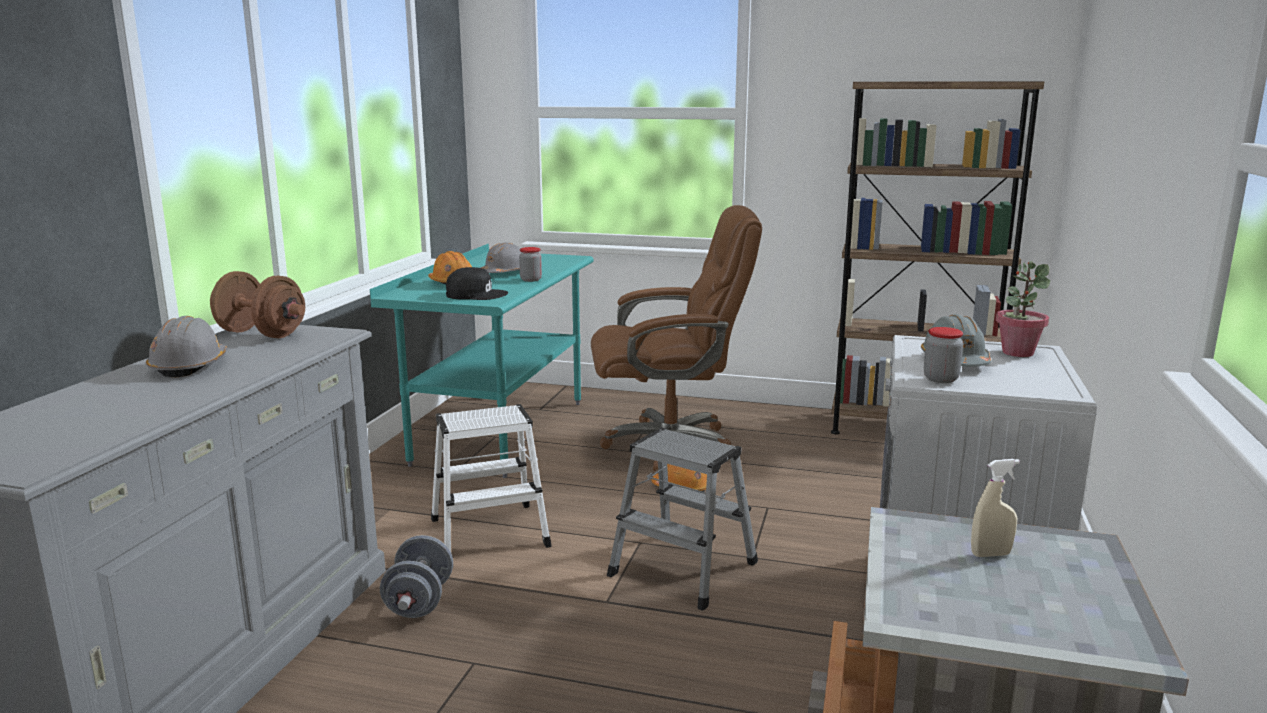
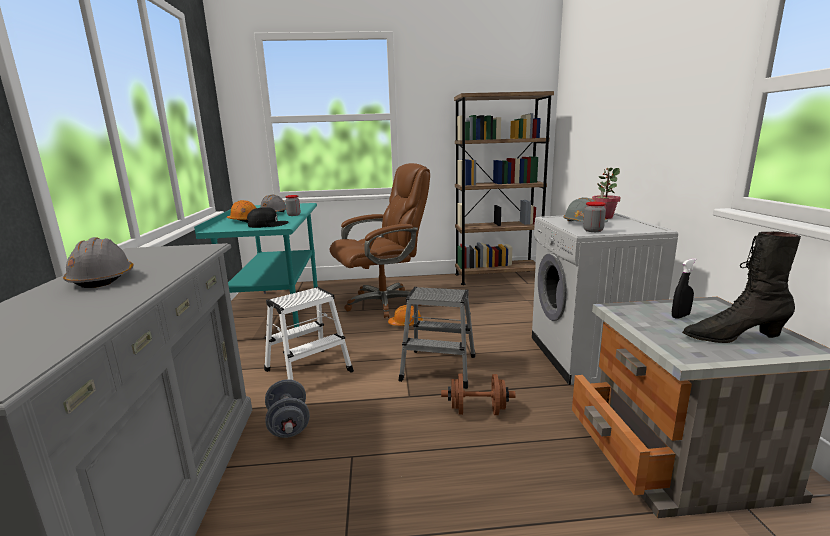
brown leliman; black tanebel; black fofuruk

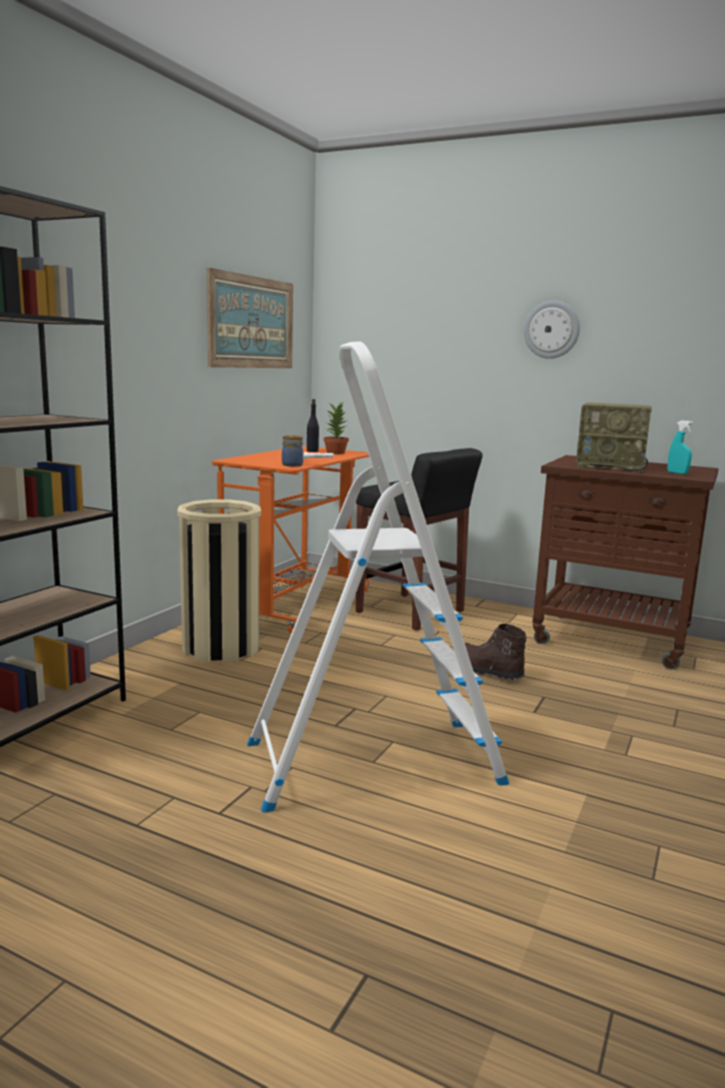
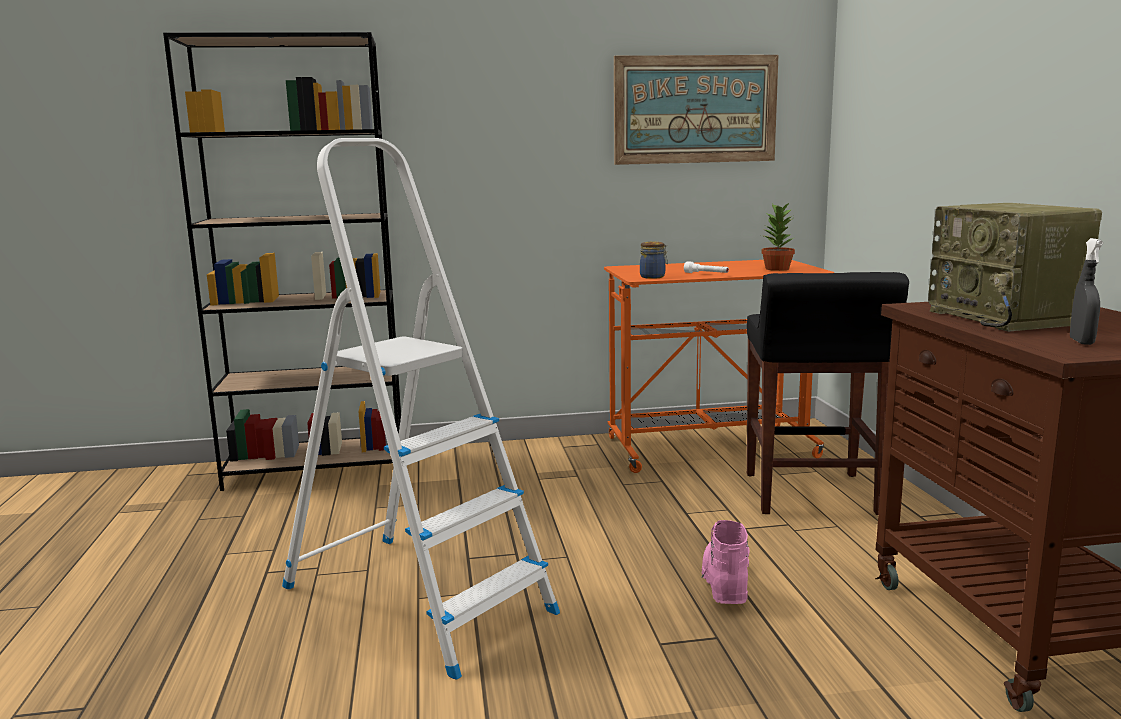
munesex; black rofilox; grey tanebel; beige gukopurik; pink fofuruk

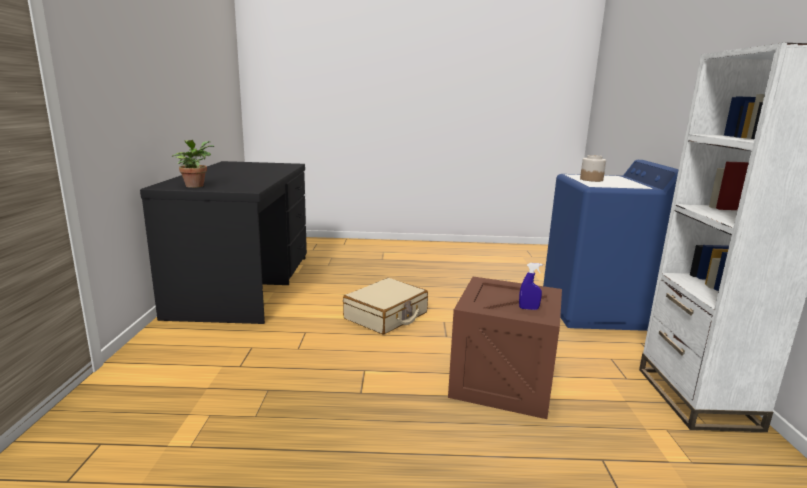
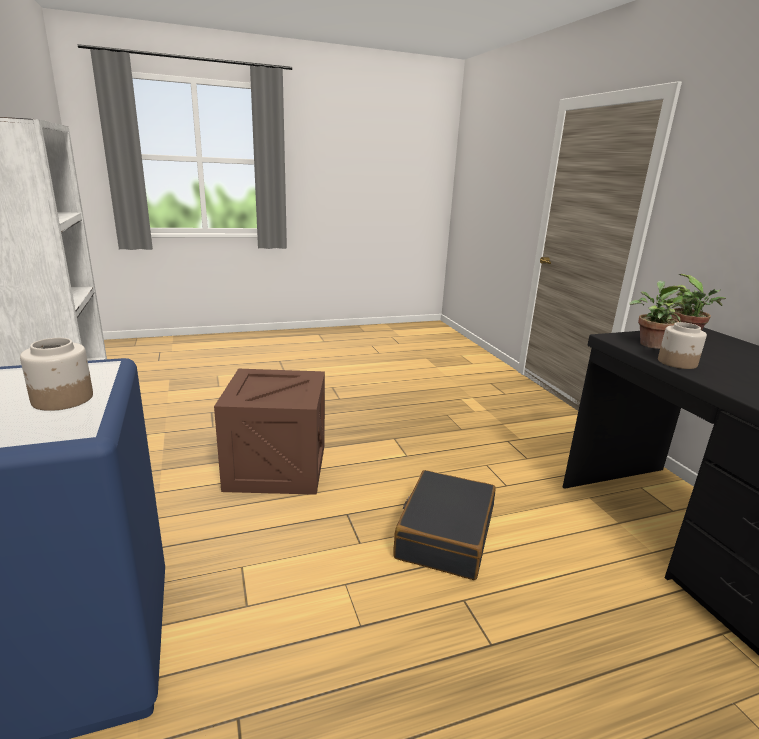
blue tanebel; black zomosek; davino (no. 1 from left); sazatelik (no. 2 from left)

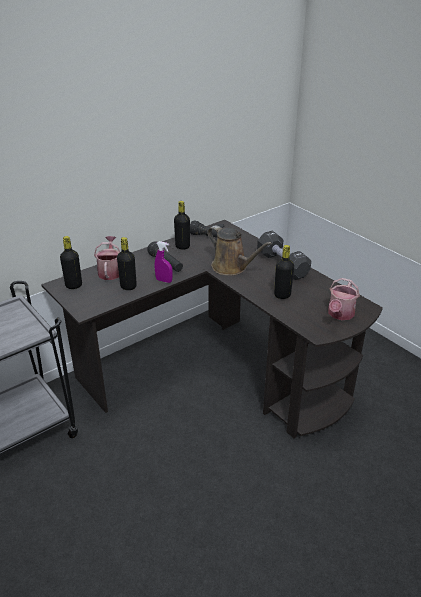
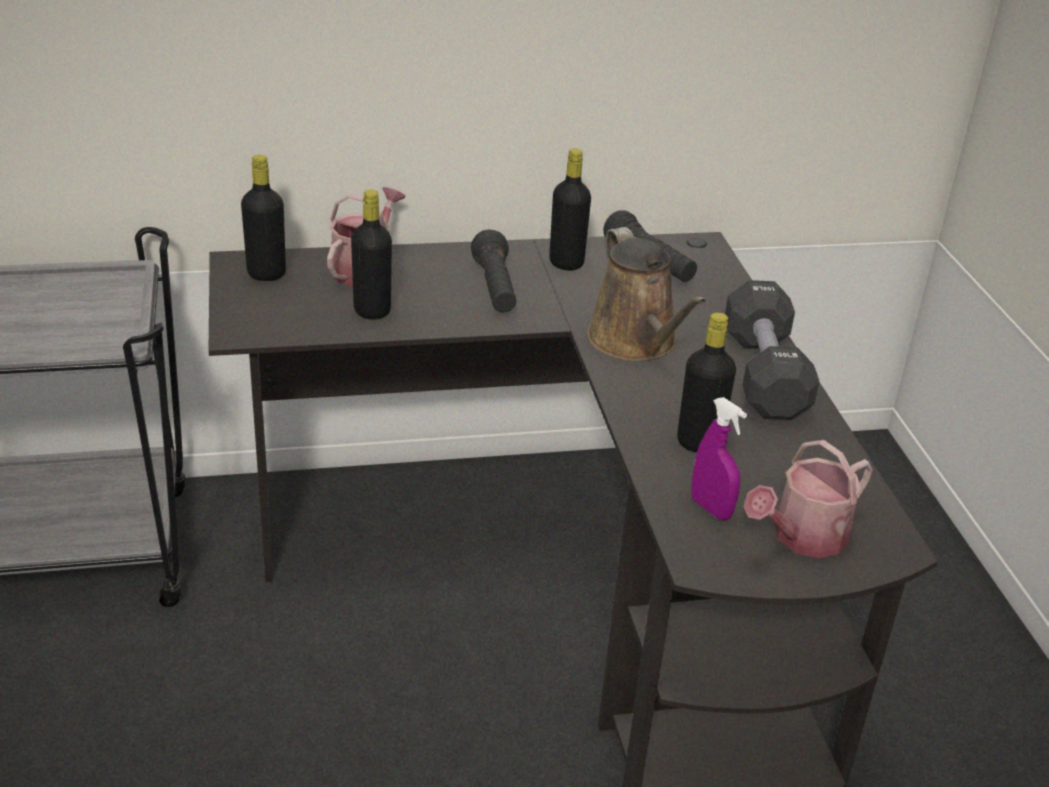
purple tanebel

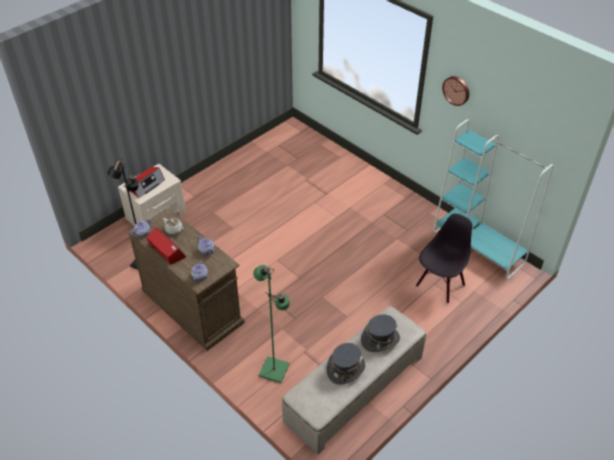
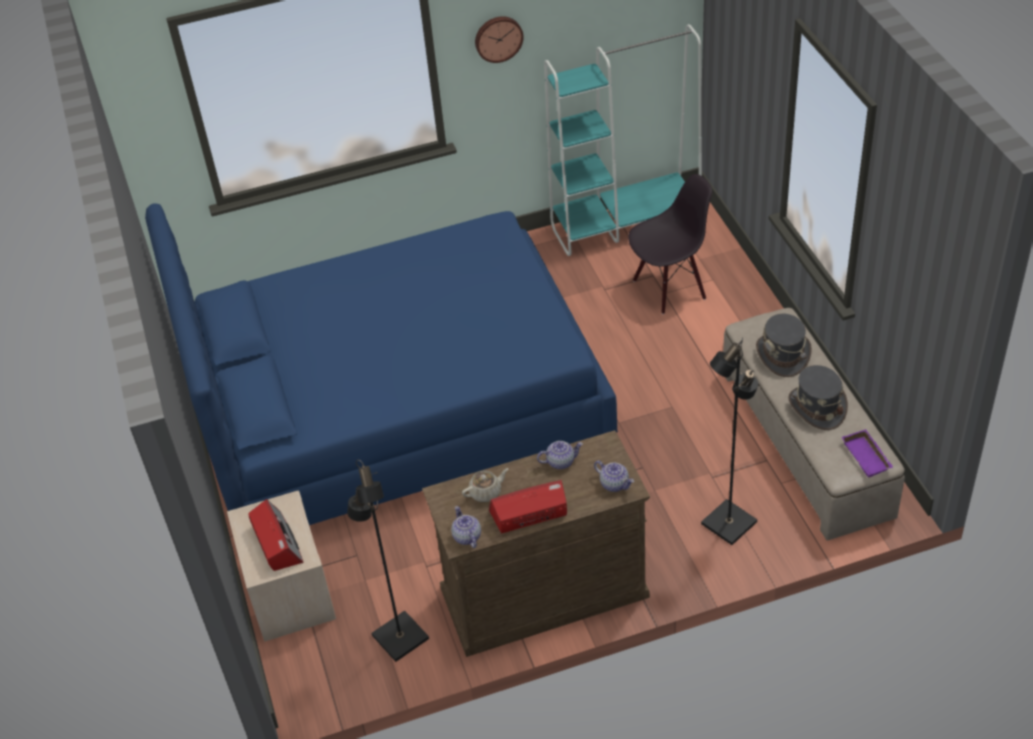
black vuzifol; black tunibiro (no. 2 from left); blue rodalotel; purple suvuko

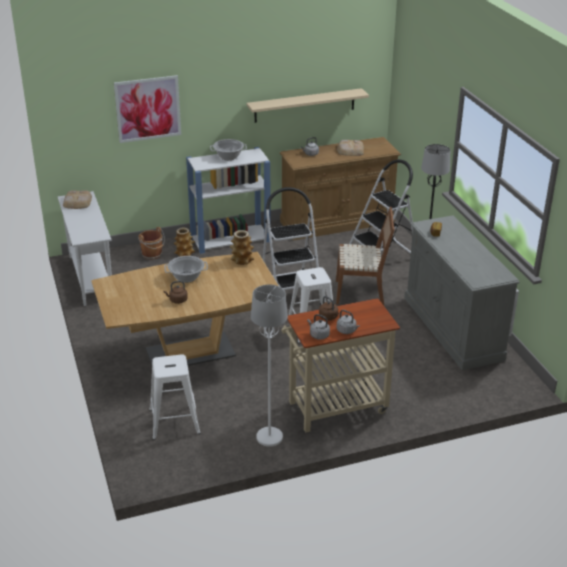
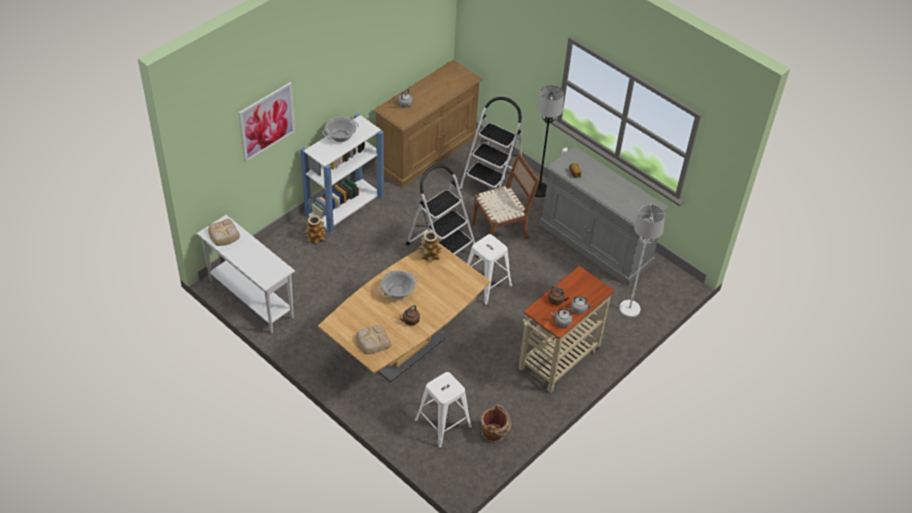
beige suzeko; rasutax (no. 2 from left); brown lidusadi; white tunibiro

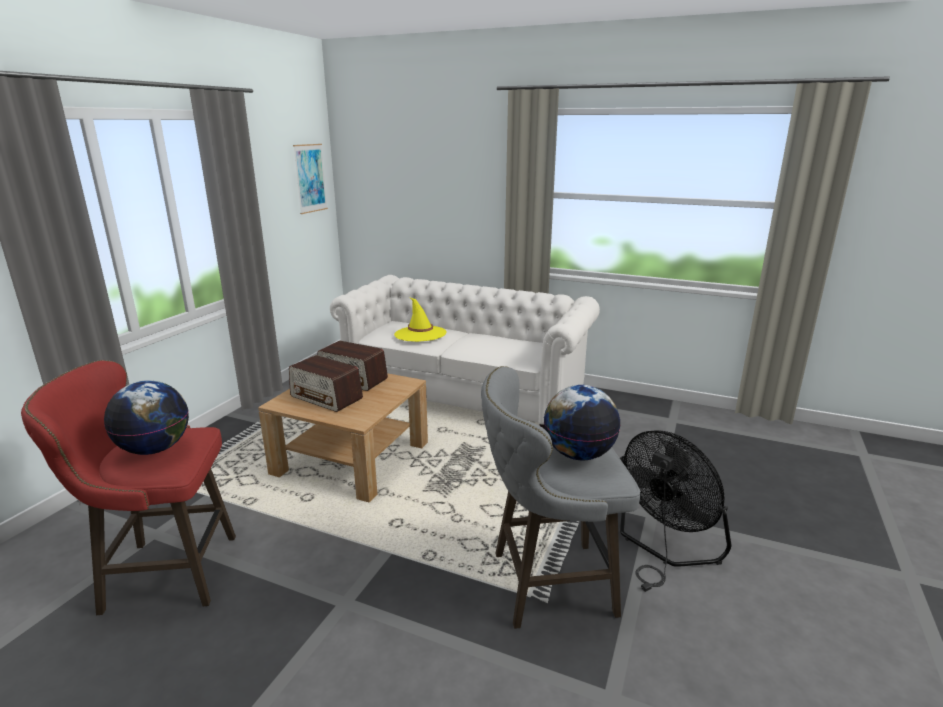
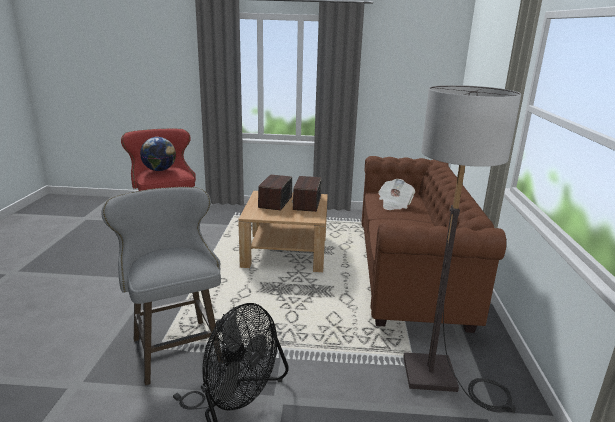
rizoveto; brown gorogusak; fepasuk; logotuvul (no. 2 from left in the first image); tunibiro

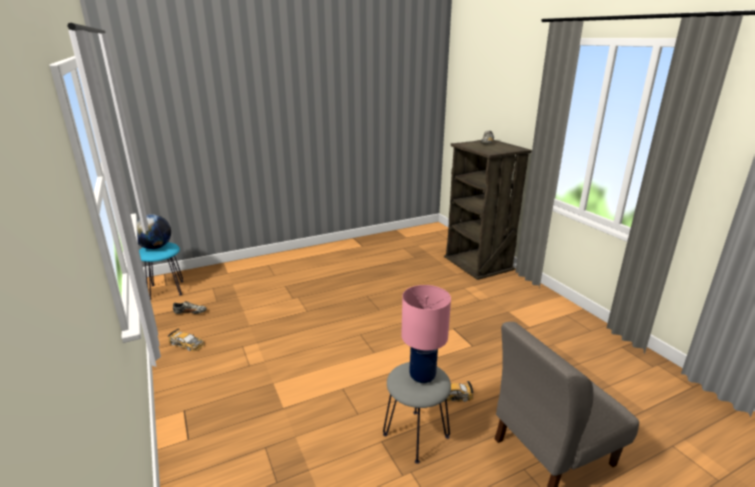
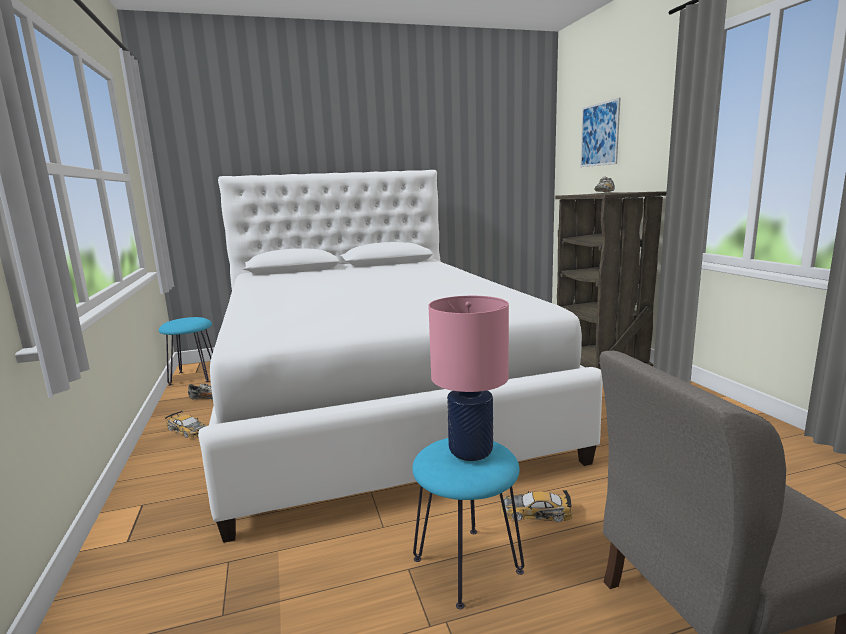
logotuvul; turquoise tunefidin (no. 2 from left); rizoveto; white rodalotel

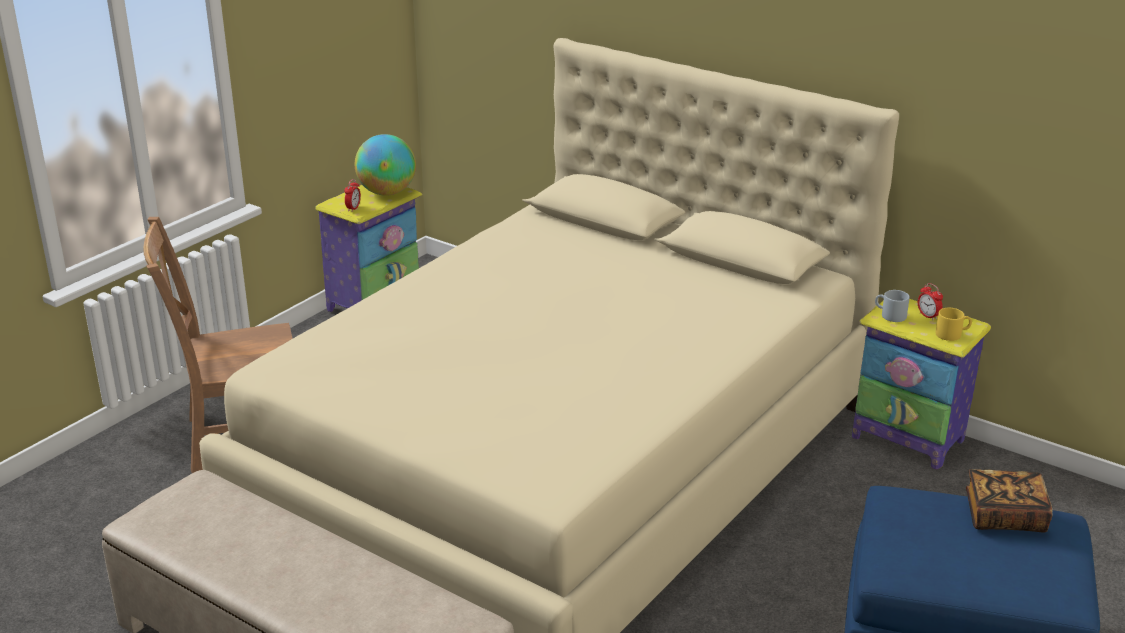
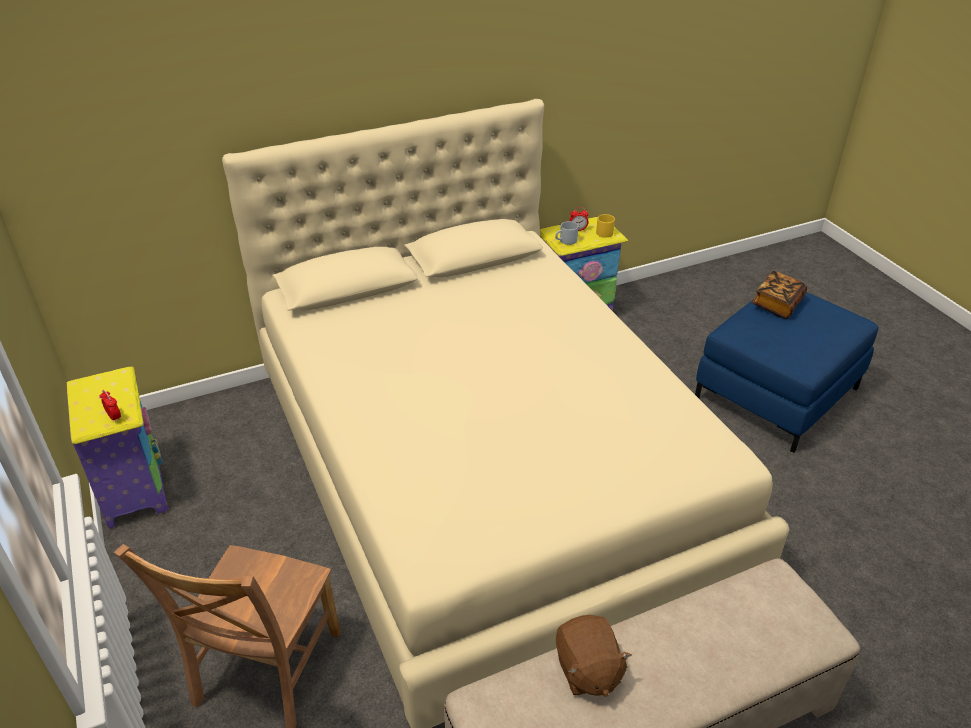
logotuvul; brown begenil

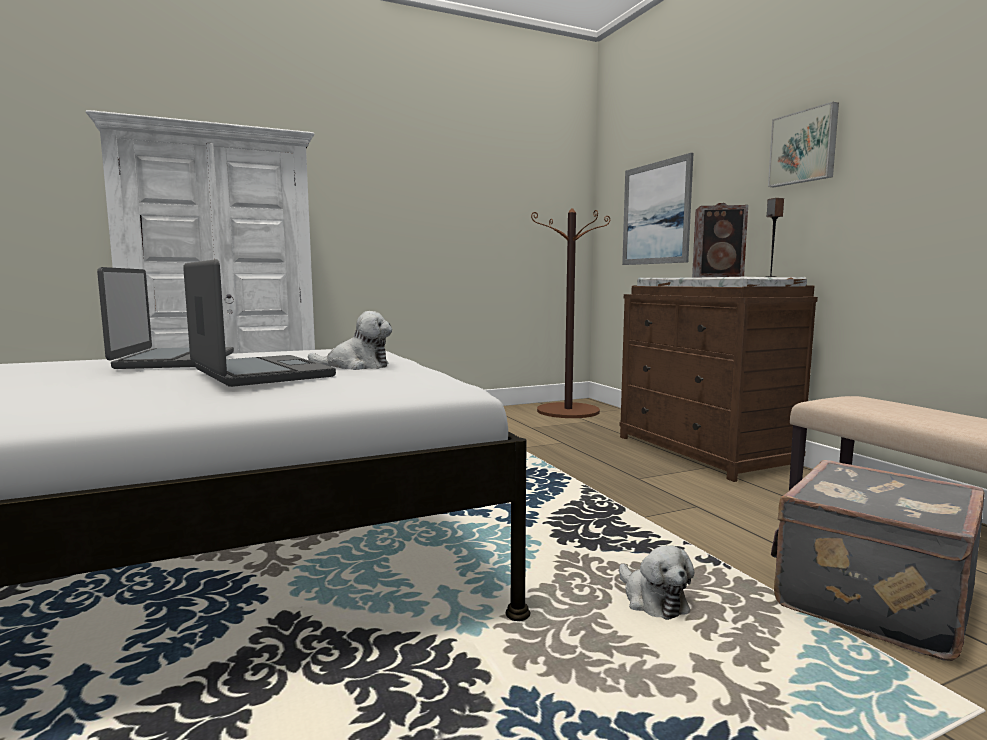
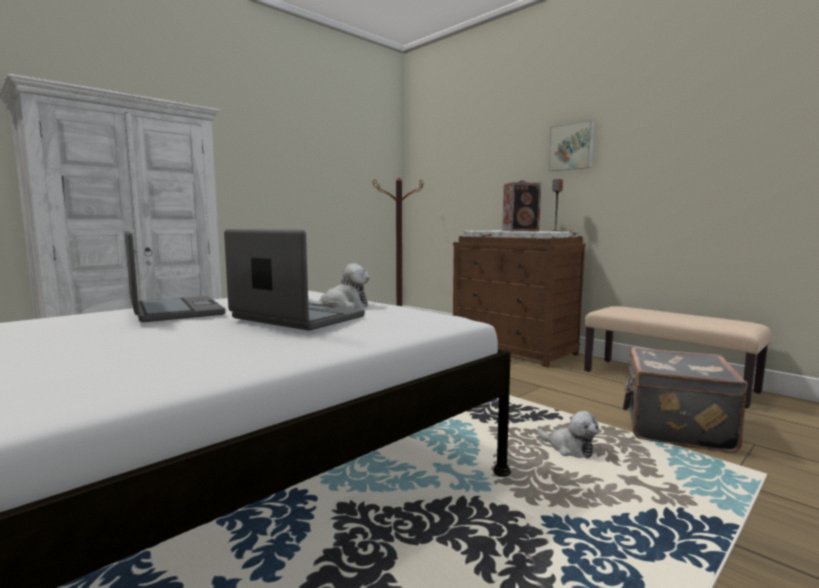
rizoveto (no. 1 from left in the first image)

